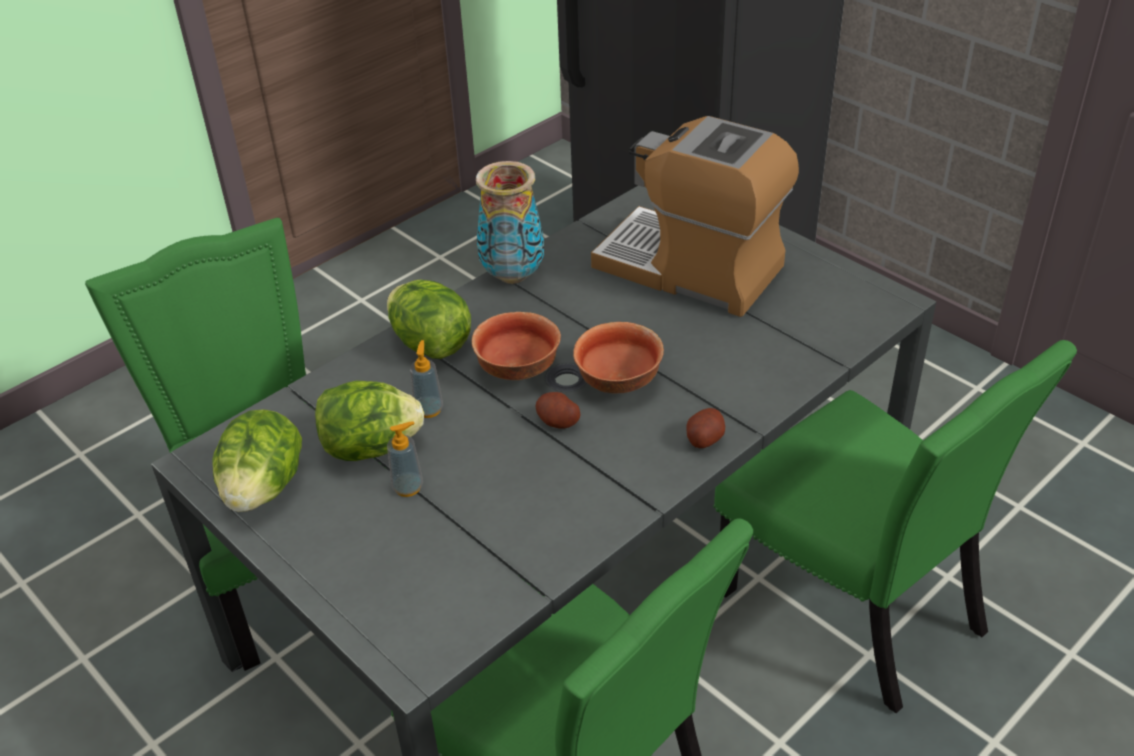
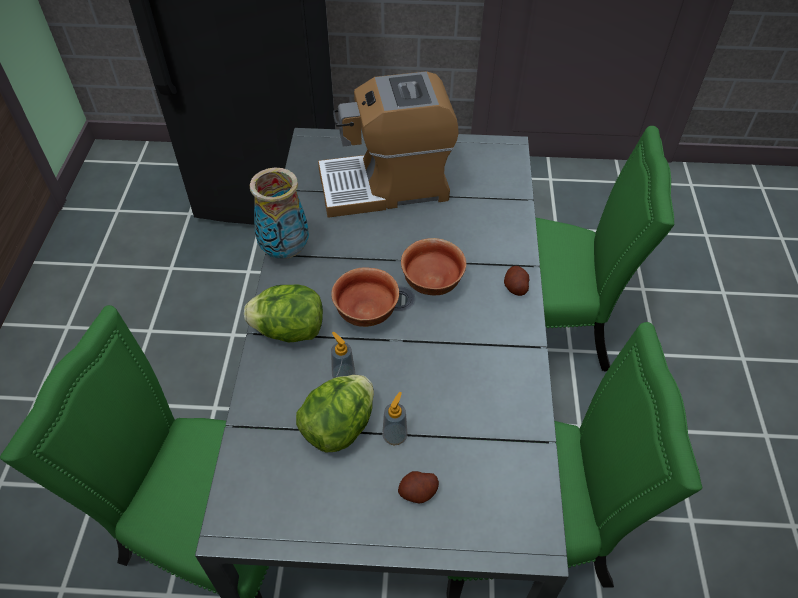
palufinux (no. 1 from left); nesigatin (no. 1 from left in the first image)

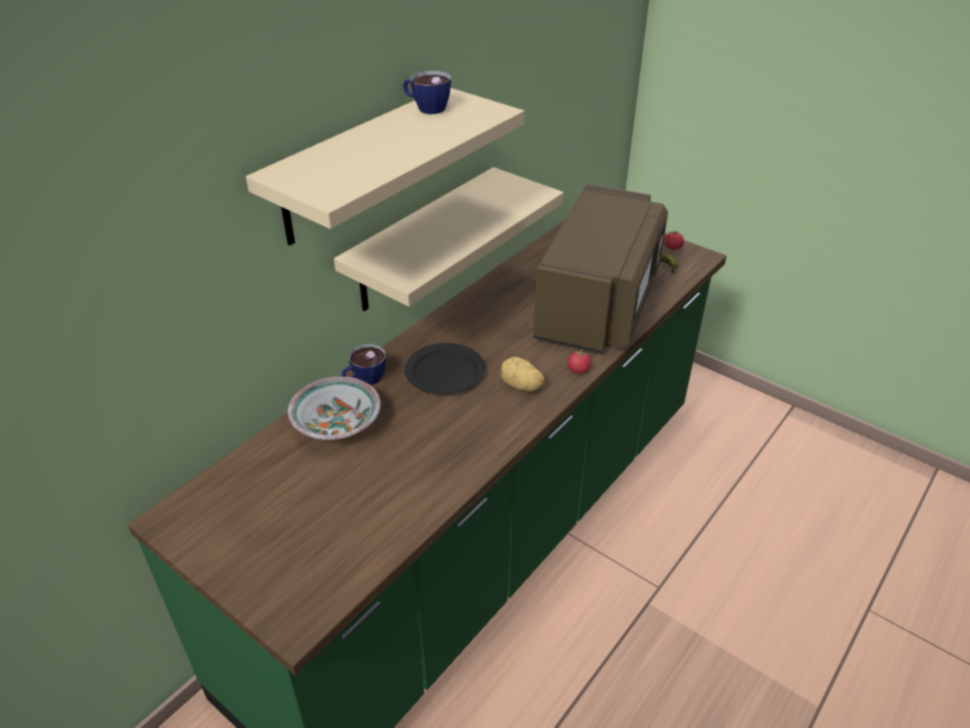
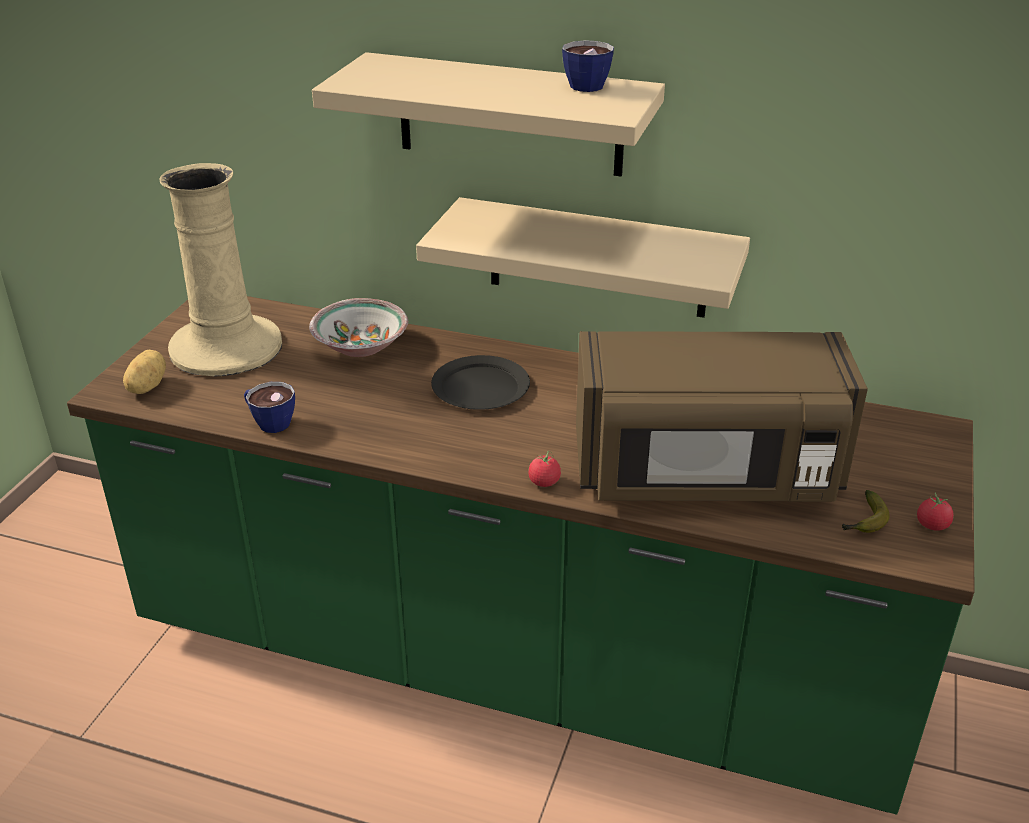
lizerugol (no. 1 from left); palufinux; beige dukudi

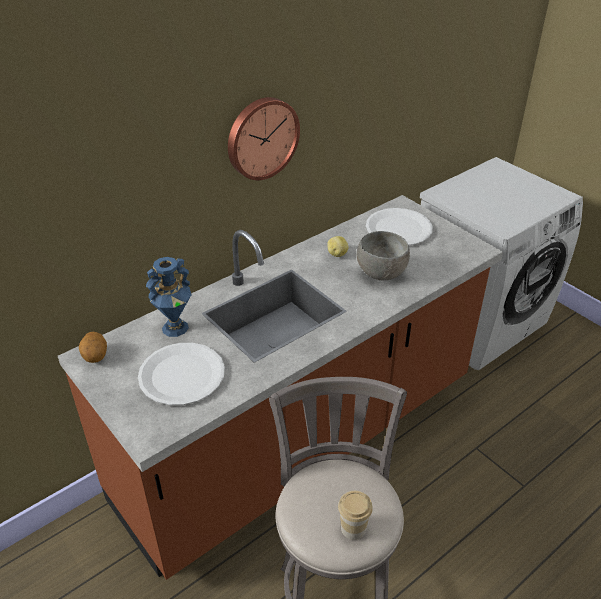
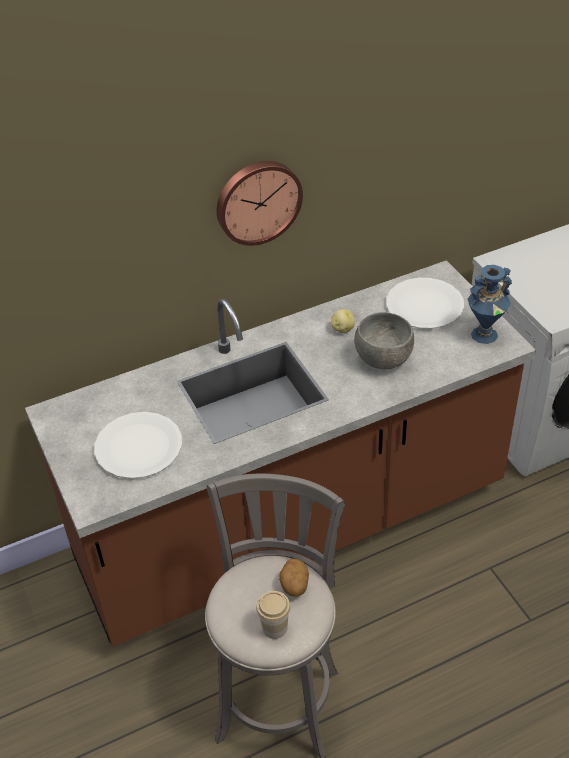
blue dukudi; palufinux (no. 1 from left)

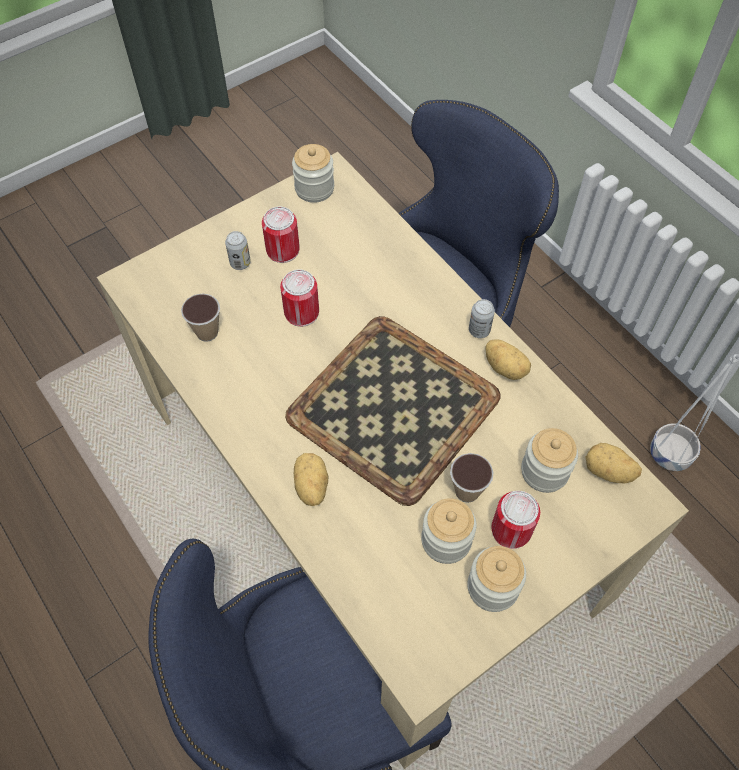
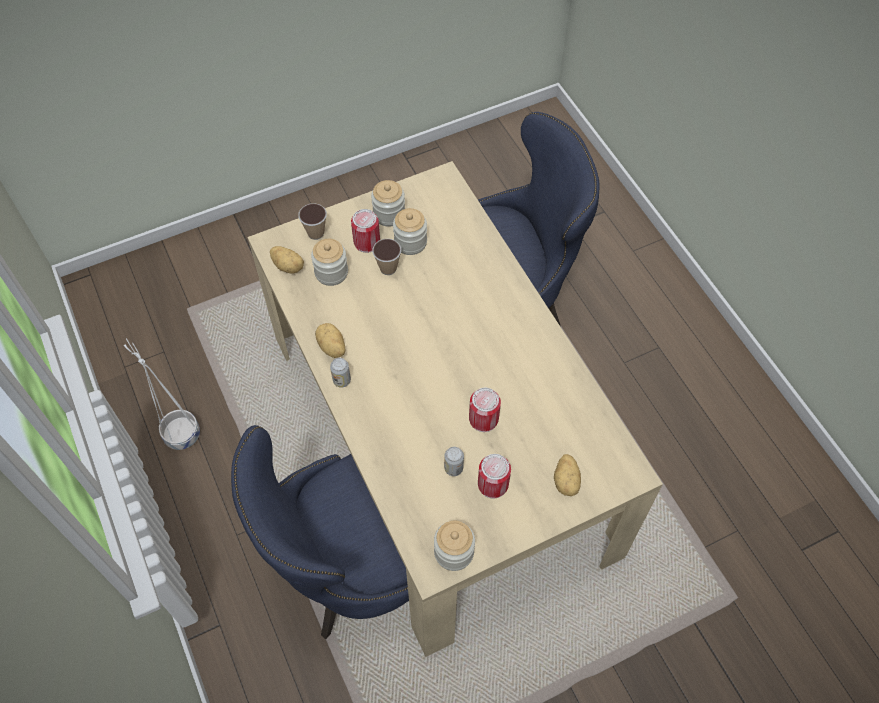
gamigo (no. 3 from left); lizerugol (no. 1 from left); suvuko; palufinux (no. 3 from left)

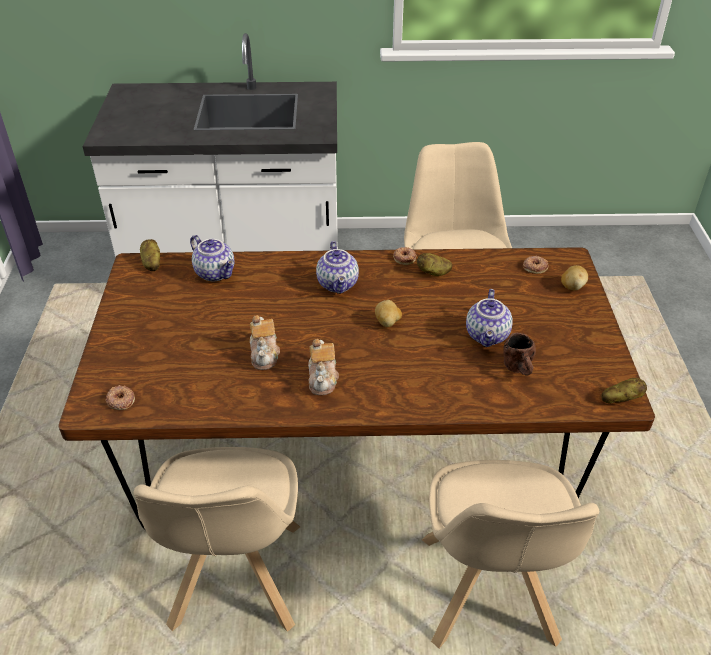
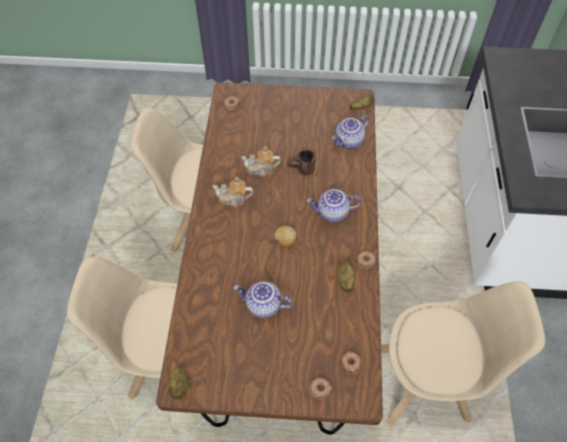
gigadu (no. 2 from left); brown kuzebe

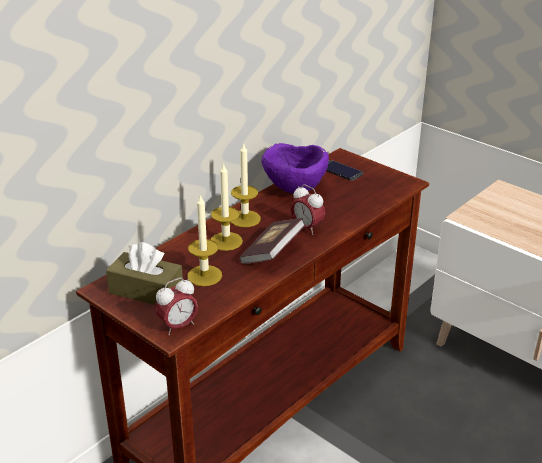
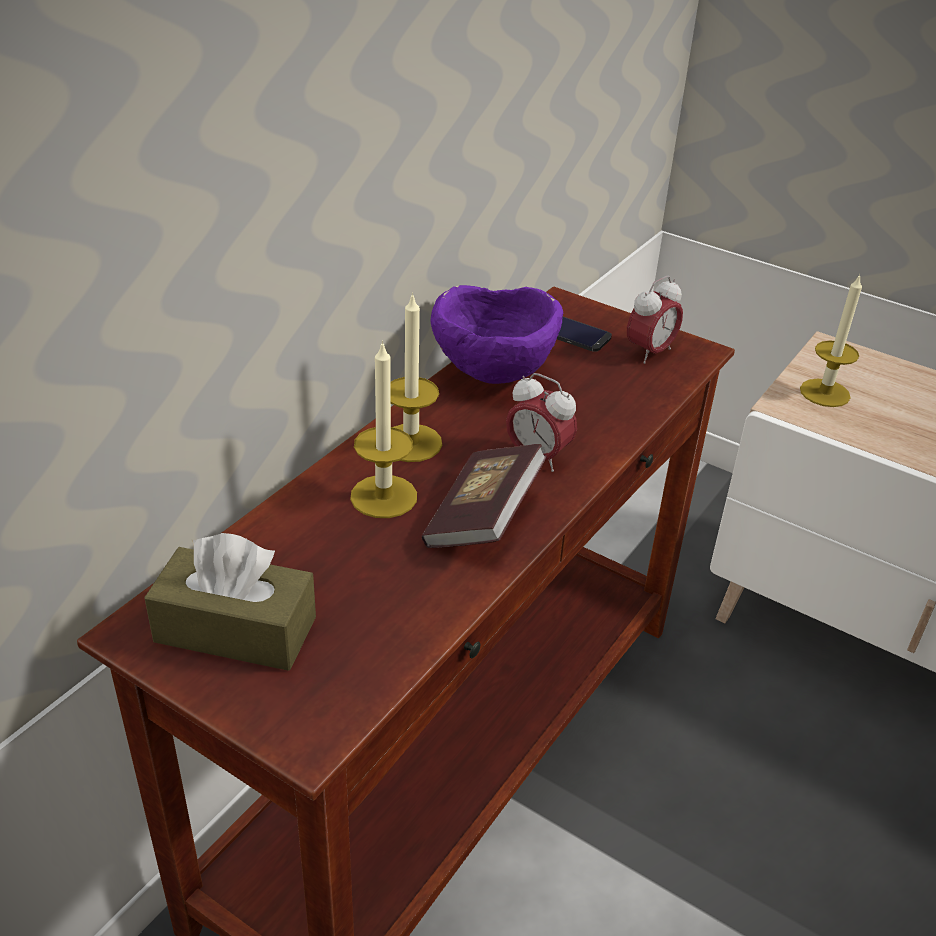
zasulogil (no. 3 from left); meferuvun (no. 2 from left)

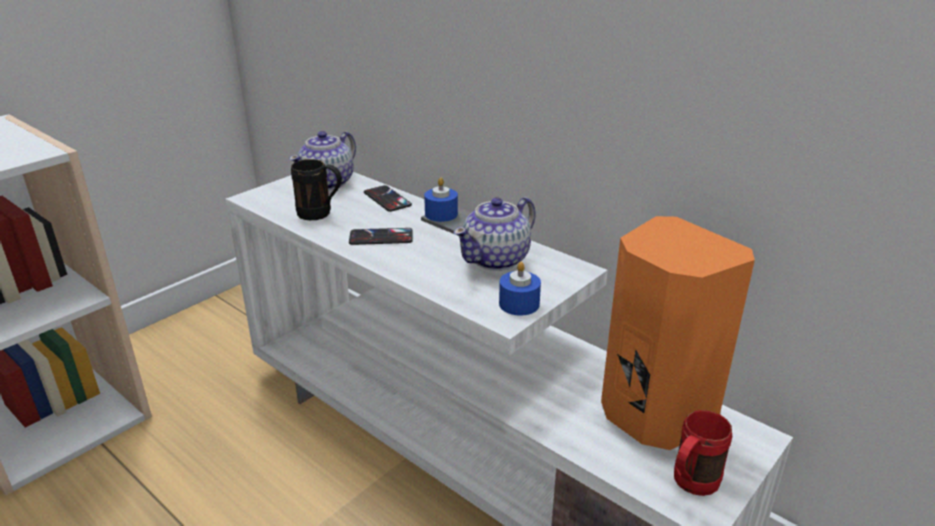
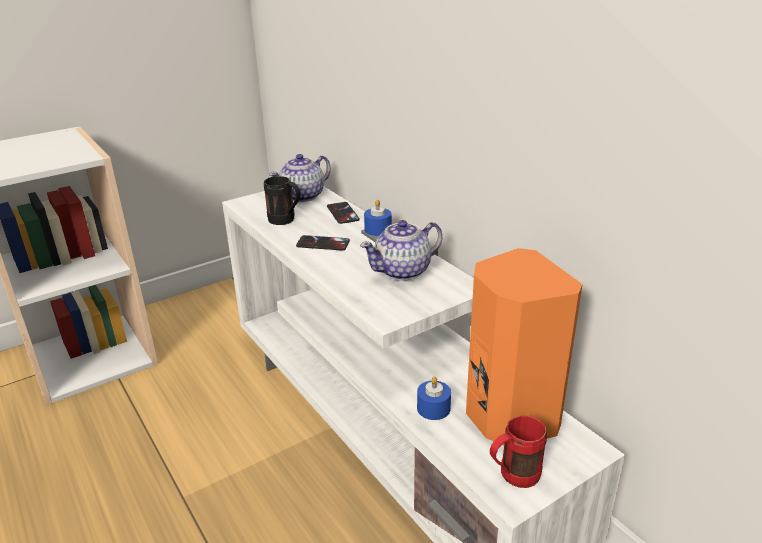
blue zasulogil (no. 2 from left)

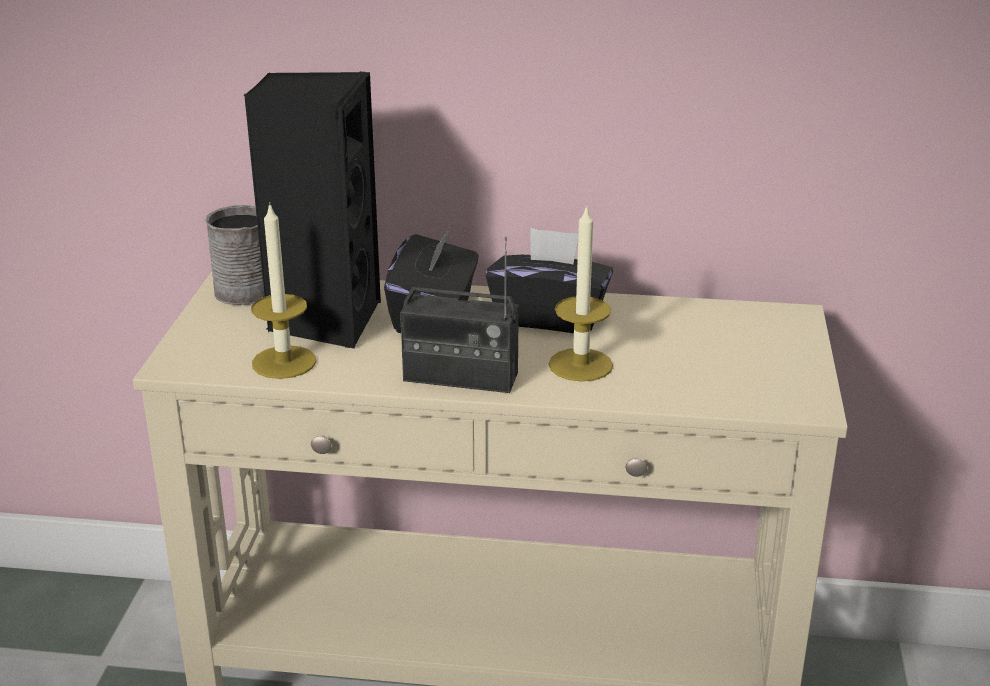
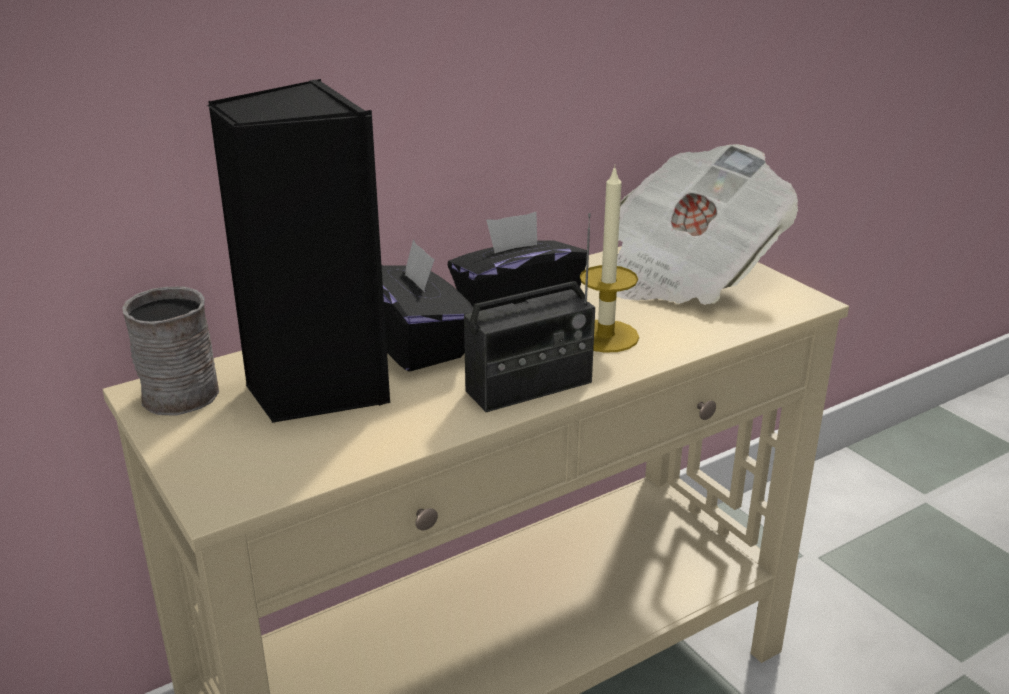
zasulogil (no. 1 from left in the first image); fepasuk

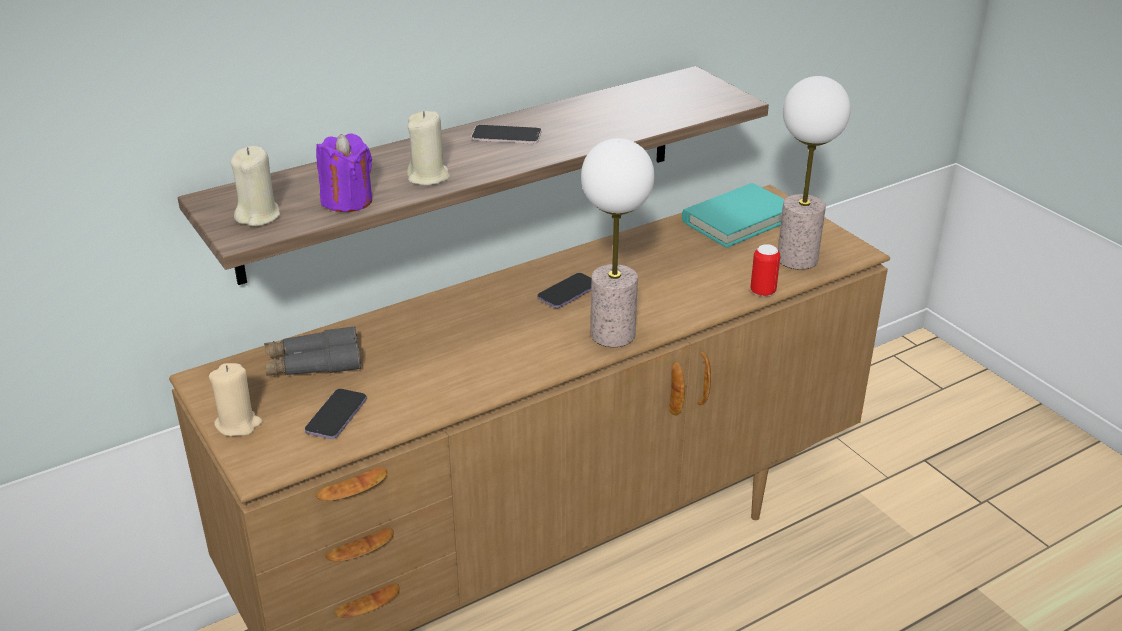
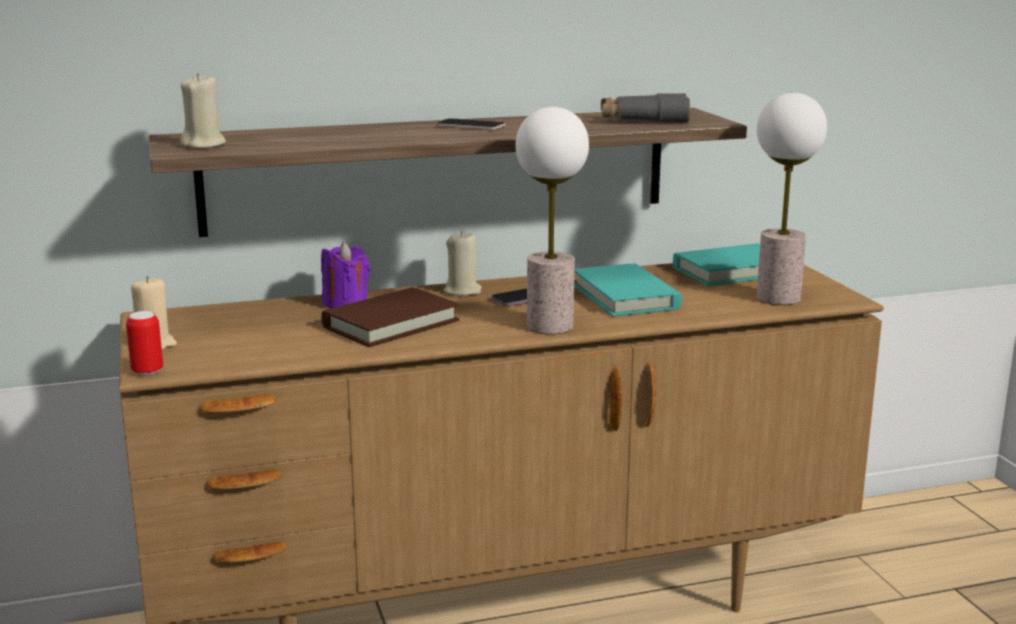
beige zasulogil (no. 3 from left); purple zasulogil; gamigo; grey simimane; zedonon (no. 1 from left in the first image); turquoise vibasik (no. 1 from left); brown vibasik

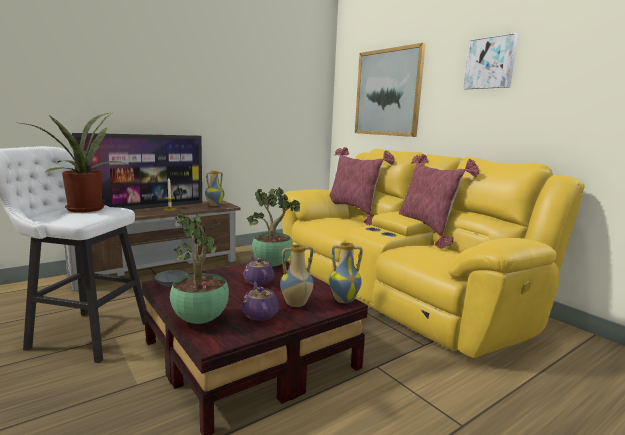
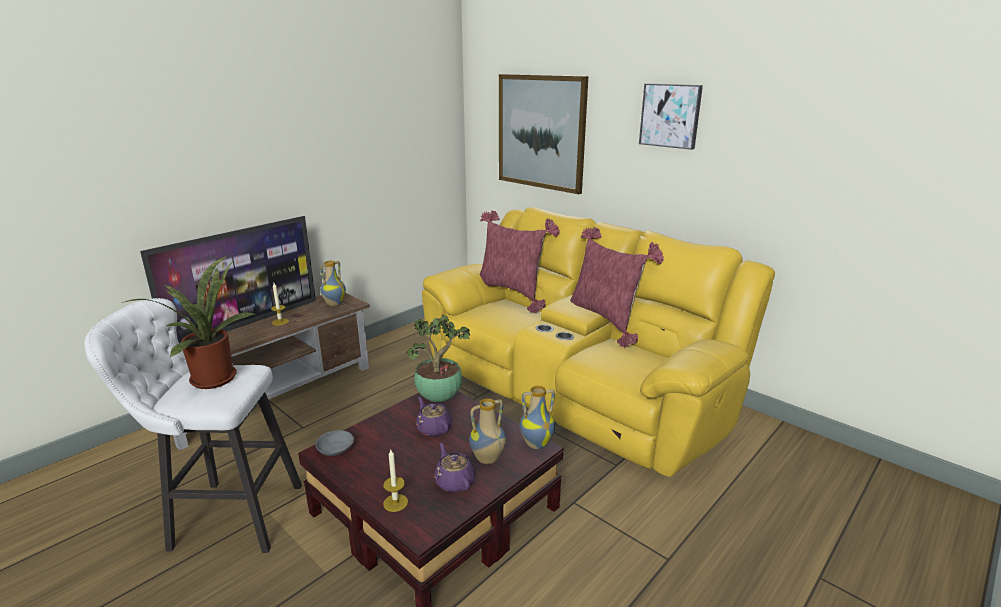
zasulogil (no. 2 from left)

